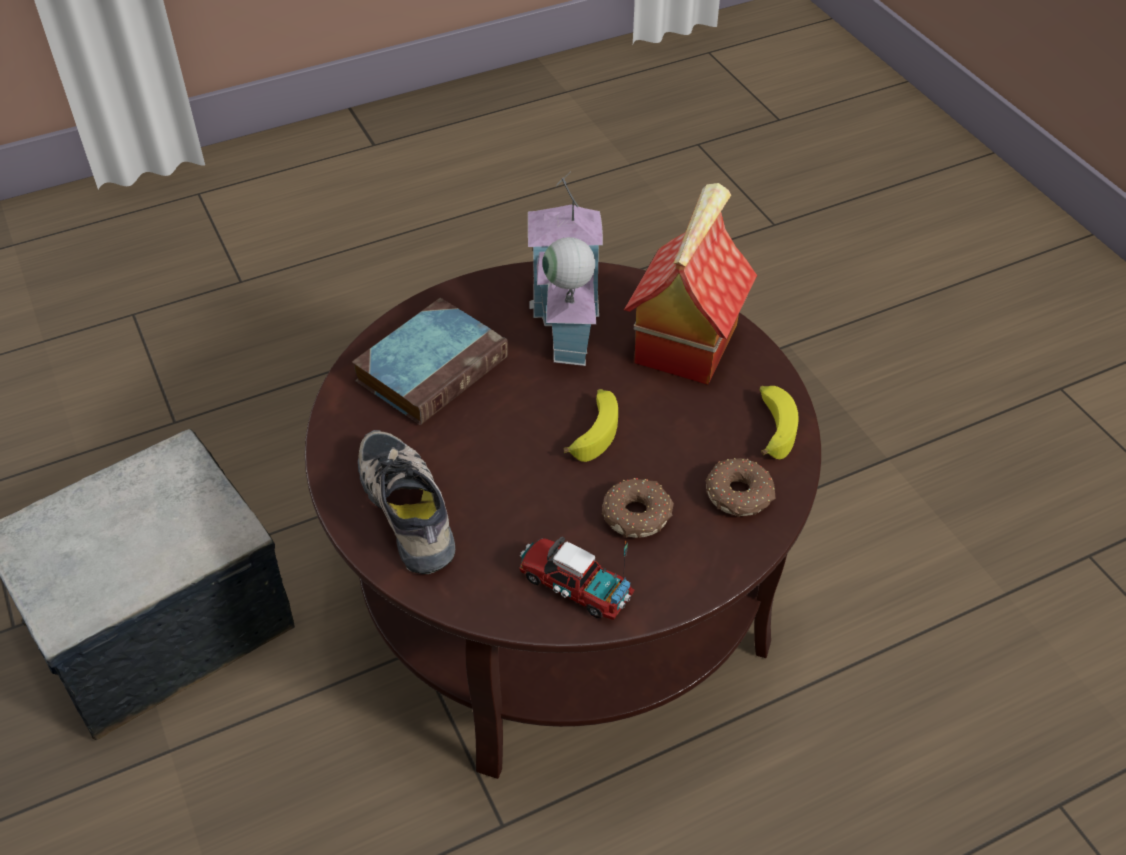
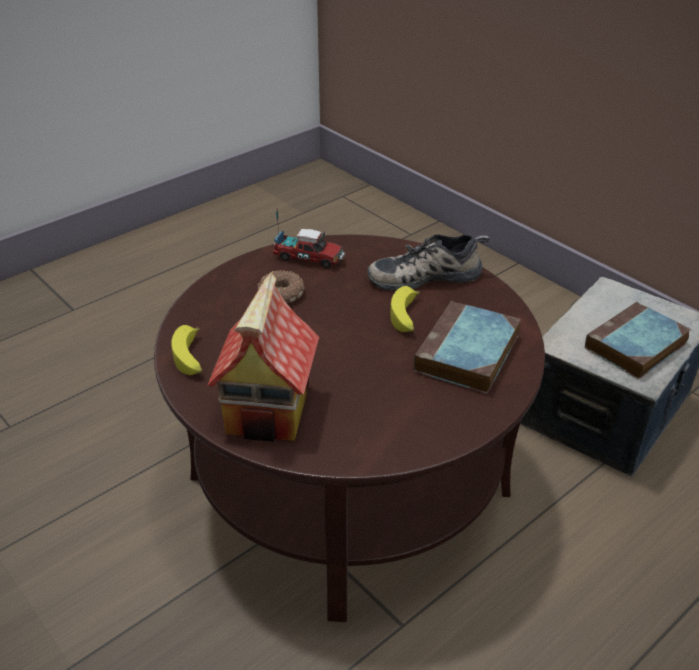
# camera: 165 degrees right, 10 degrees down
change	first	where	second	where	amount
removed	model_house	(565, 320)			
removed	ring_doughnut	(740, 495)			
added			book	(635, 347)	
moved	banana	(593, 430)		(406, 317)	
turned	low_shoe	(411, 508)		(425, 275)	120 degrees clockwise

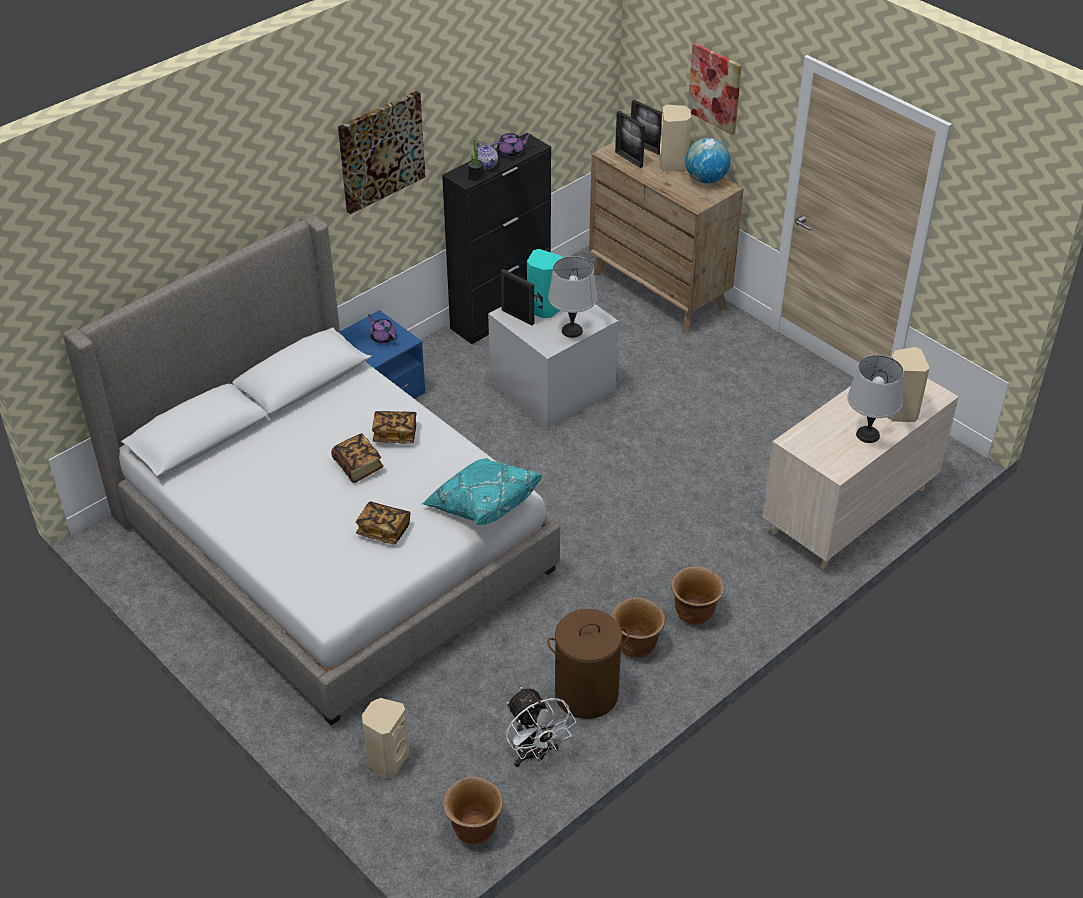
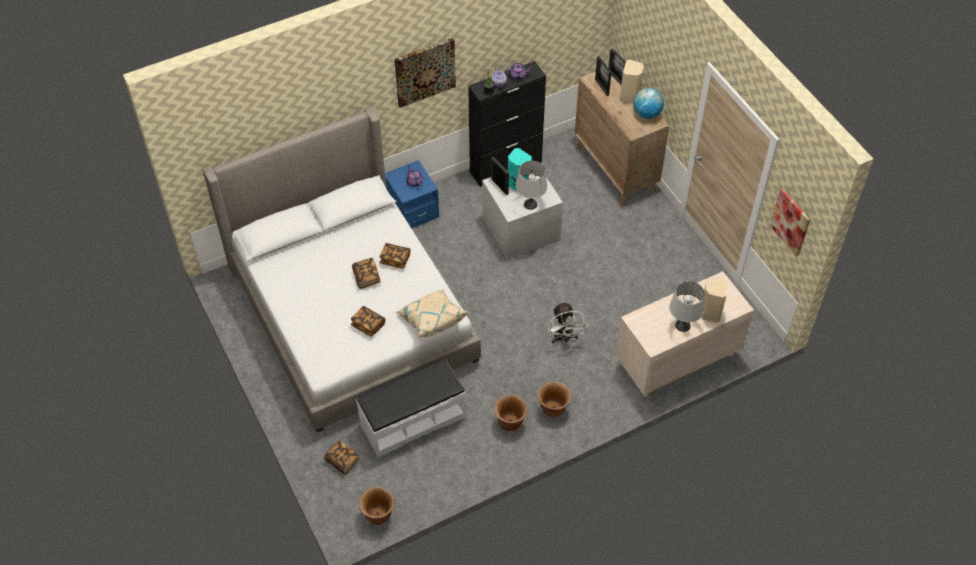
# camera: 15 degrees right, 10 degrees up
change	first	where	second	where	amount
removed	brown_washing_basket	(586, 694)			
added			whitish_indoor_bench	(412, 420)	
moved	whitish_cooling_fan	(535, 754)		(564, 338)	
moved	picture	(715, 88)		(790, 222)	
replaced	sand-coloured_speaker	(387, 760)	book	(342, 461)	
recoloured	blue-green_pillow	(482, 504)	sand-coloured_pillow	(431, 320)	

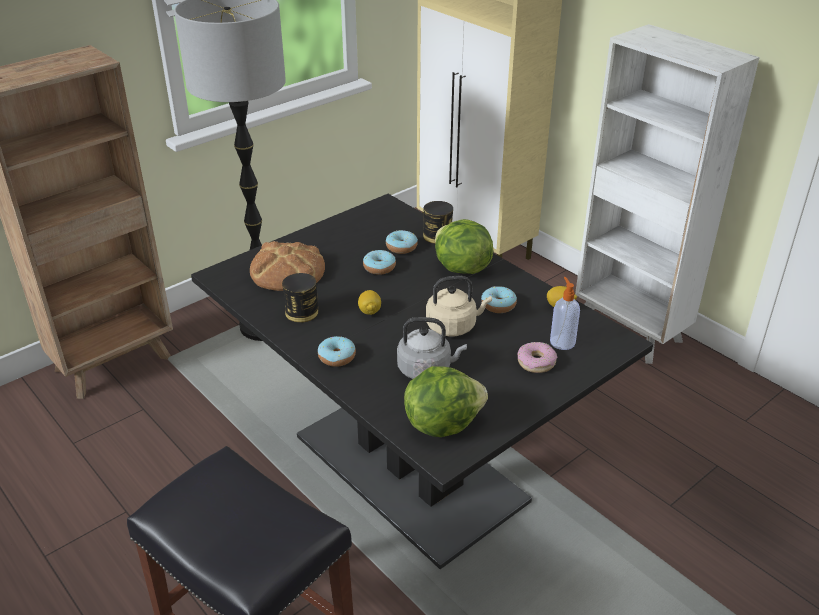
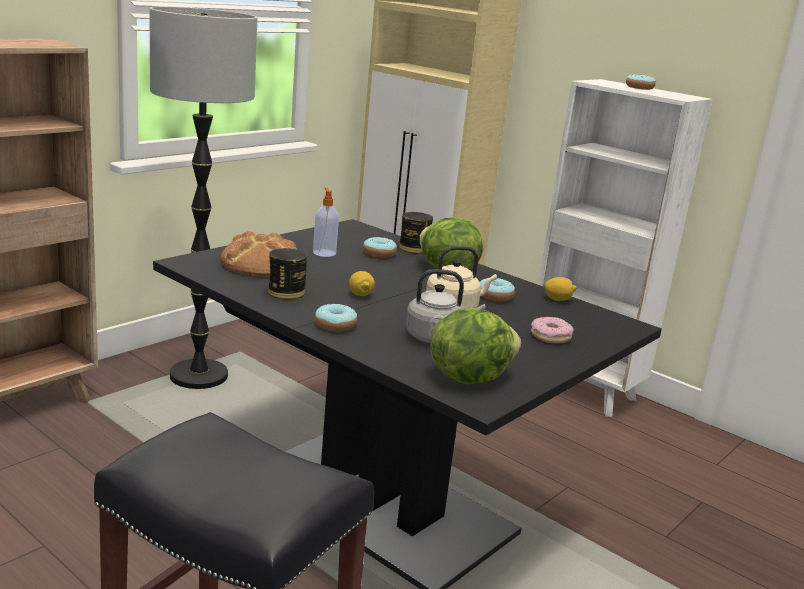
# camera: 10 degrees left, 15 degrees down
change	first	where	second	where	amount
moved	ring_doughnut	(379, 267)		(639, 88)	
moved	soap_dispenser	(562, 342)		(324, 253)	

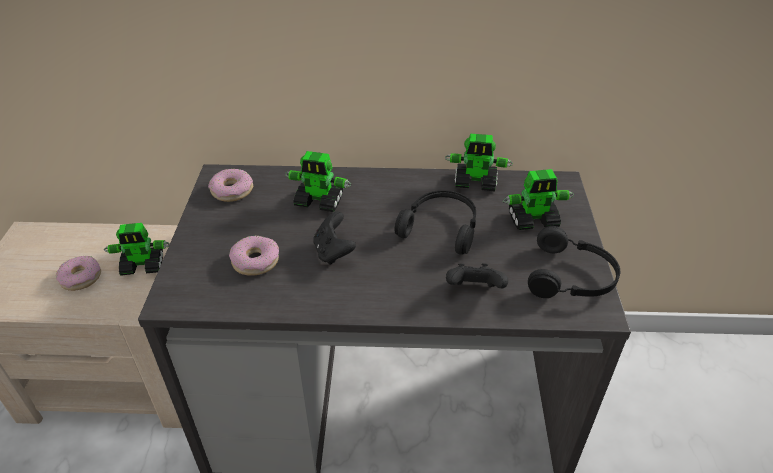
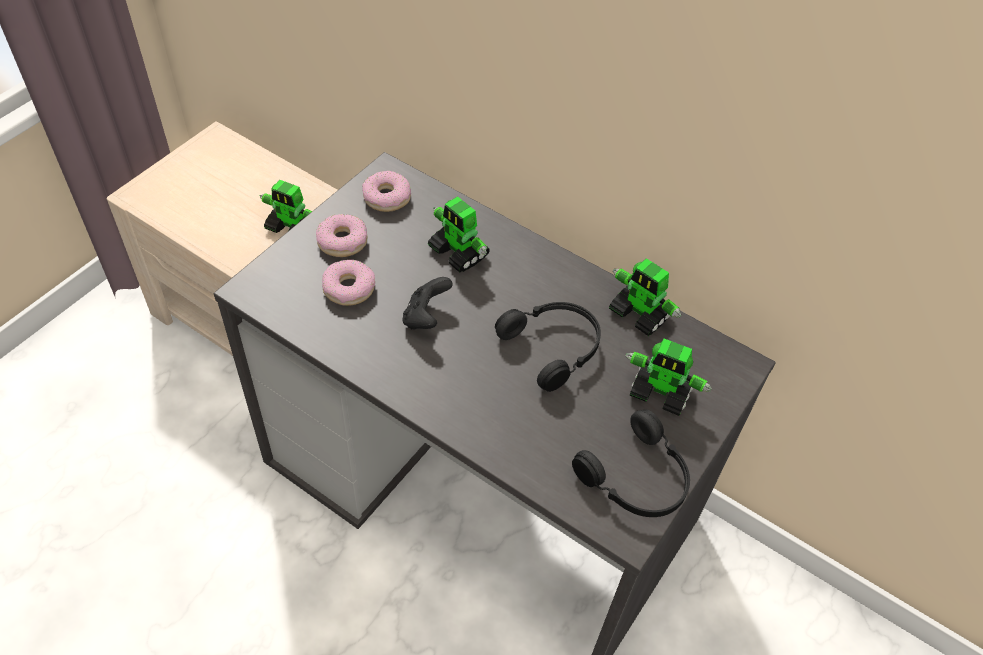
# camera: 30 degrees right, 10 degrees up
change	first	where	second	where	amount
removed	black_gamepad	(474, 290)			
moved	ring_doughnut	(81, 278)		(342, 241)	

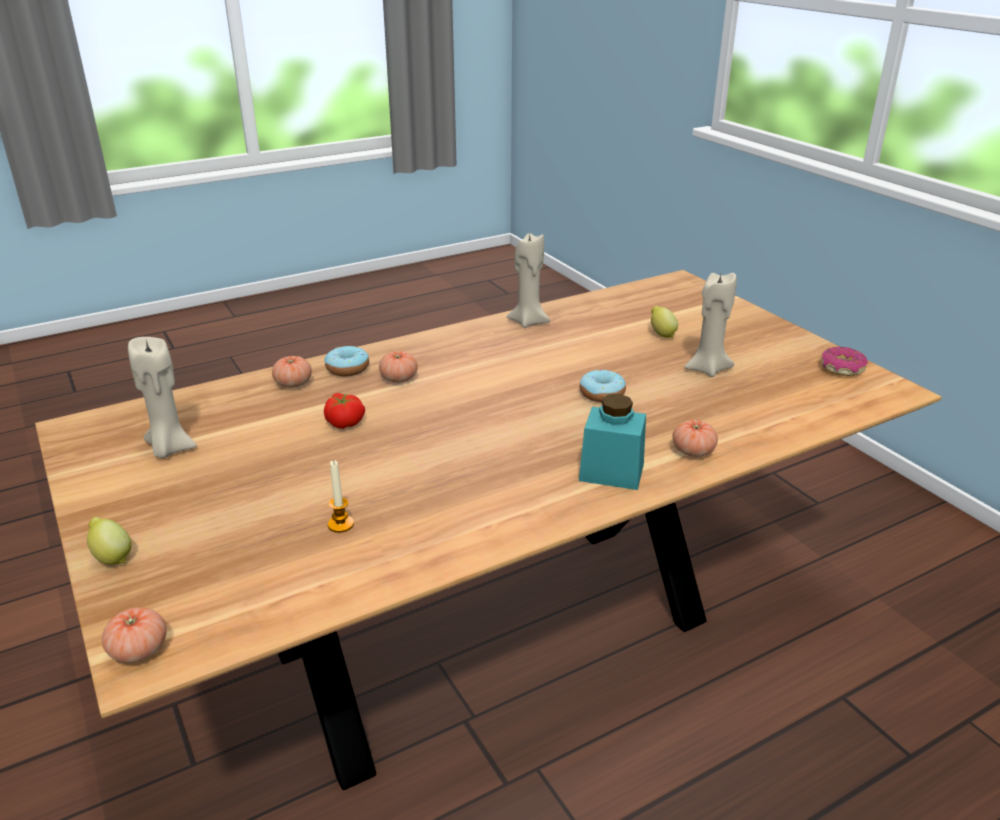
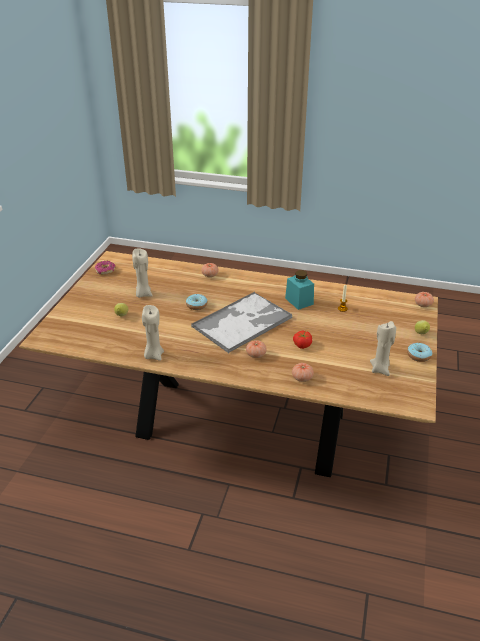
# camera: 135 degrees left, 5 degrees up
change	first	where	second	where	amount
added			tray	(243, 322)	
moved	ring_doughnut	(347, 369)		(418, 356)	
moved	blue-green_jar	(611, 472)		(299, 301)	

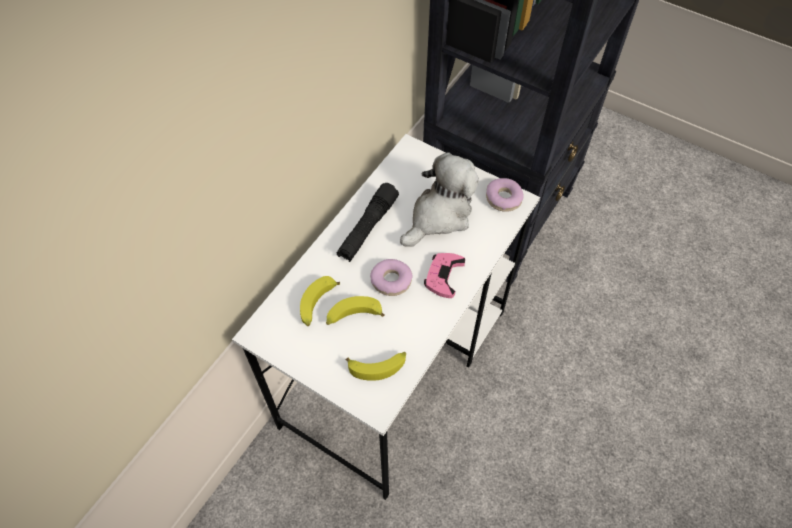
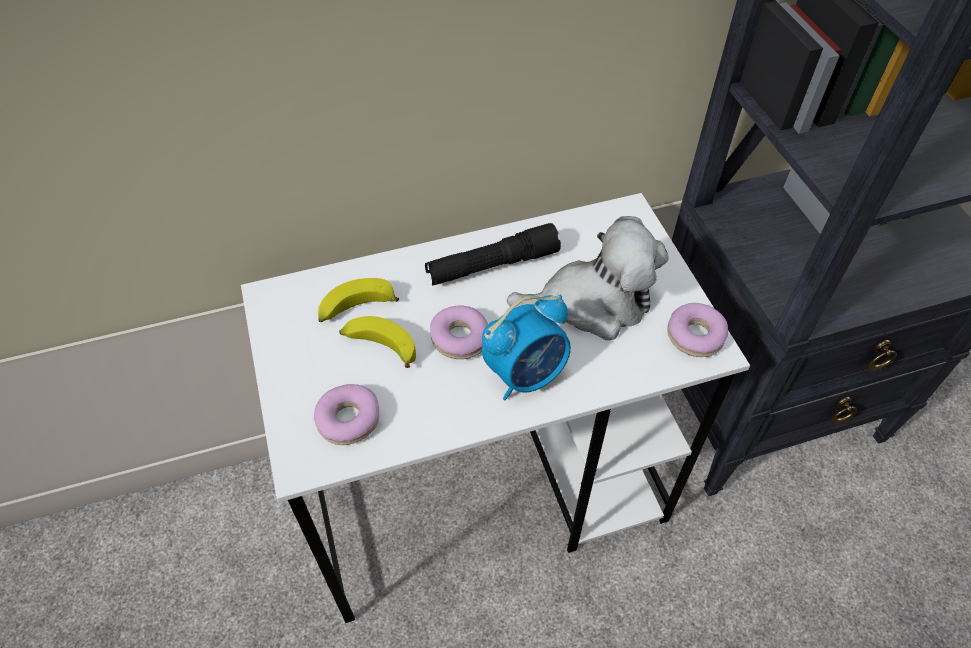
# camera: 40 degrees right, 5 degrees down
change	first	where	second	where	amount
replaced	banana	(378, 366)	ring_doughnut	(349, 420)	
replaced	pinkish_gamepad	(443, 276)	table_clock	(526, 375)	

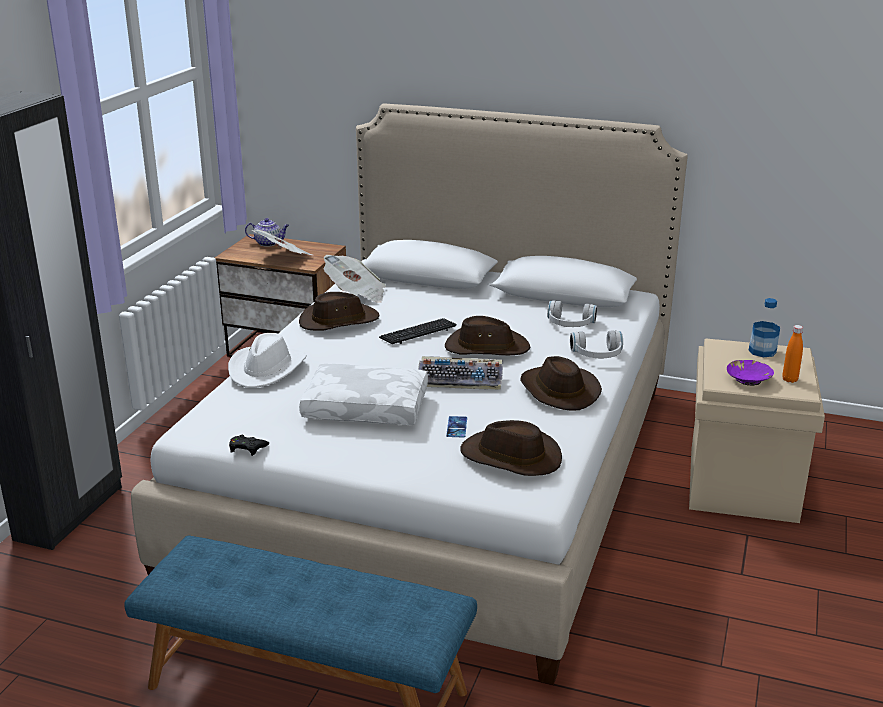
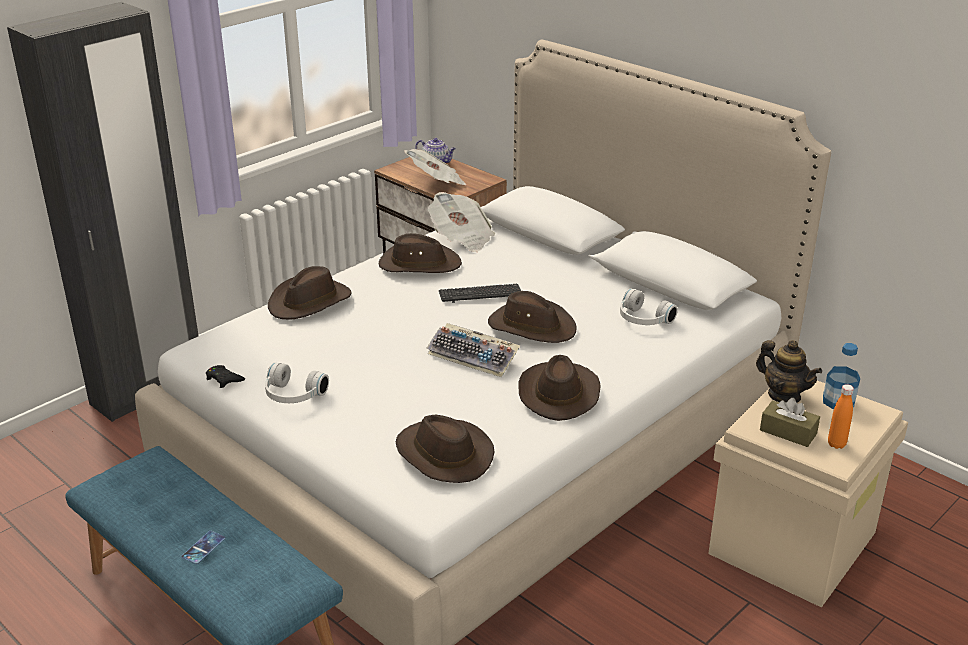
# camera: 25 degrees right, 5 degrees up
change	first	where	second	where	amount
removed	whitish_pillow	(367, 407)			
added			teapot	(784, 395)	
moved	handset	(456, 427)		(203, 547)	
moved	whitish_headset	(597, 355)		(292, 395)	
replaced	purplish_deep_dish	(749, 379)	brown_box_of_tissues	(788, 432)	
recoloured	whitish_clothing_hat	(267, 369)	brown_clothing_hat	(310, 302)	

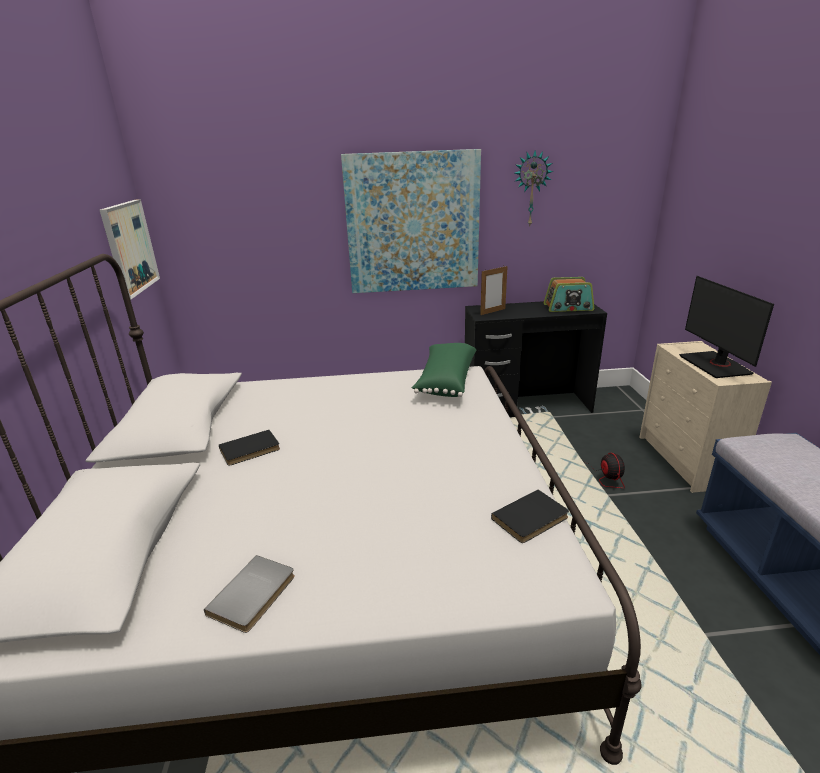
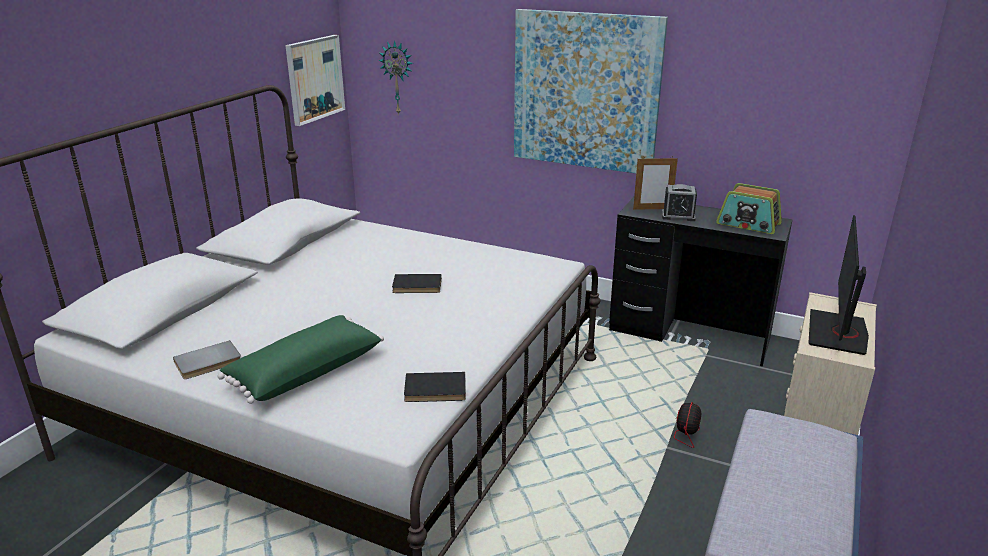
# camera: 30 degrees right, 0 degrees up
change	first	where	second	where	amount
added			table_clock	(678, 216)	
moved	black_book	(250, 450)		(417, 286)	
moved	green_pillow	(445, 381)		(305, 372)	
moved	clock_on_the_wall	(531, 189)		(398, 78)	

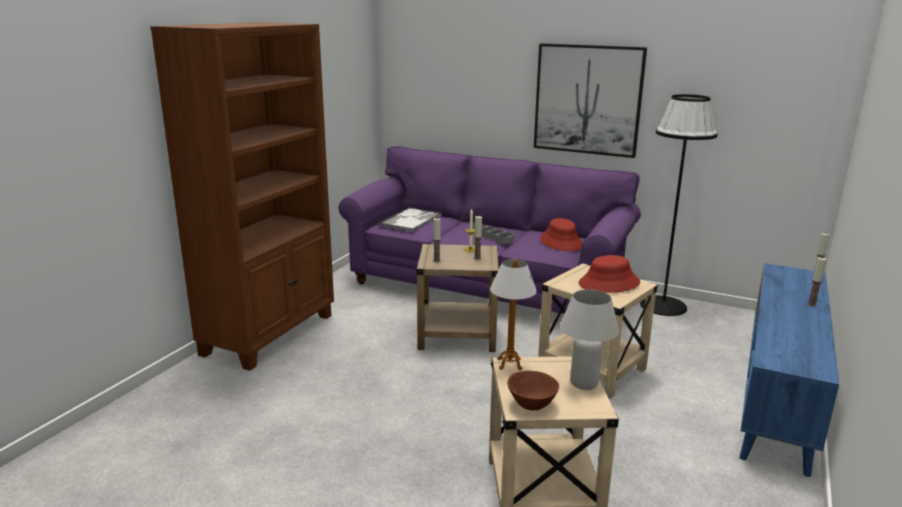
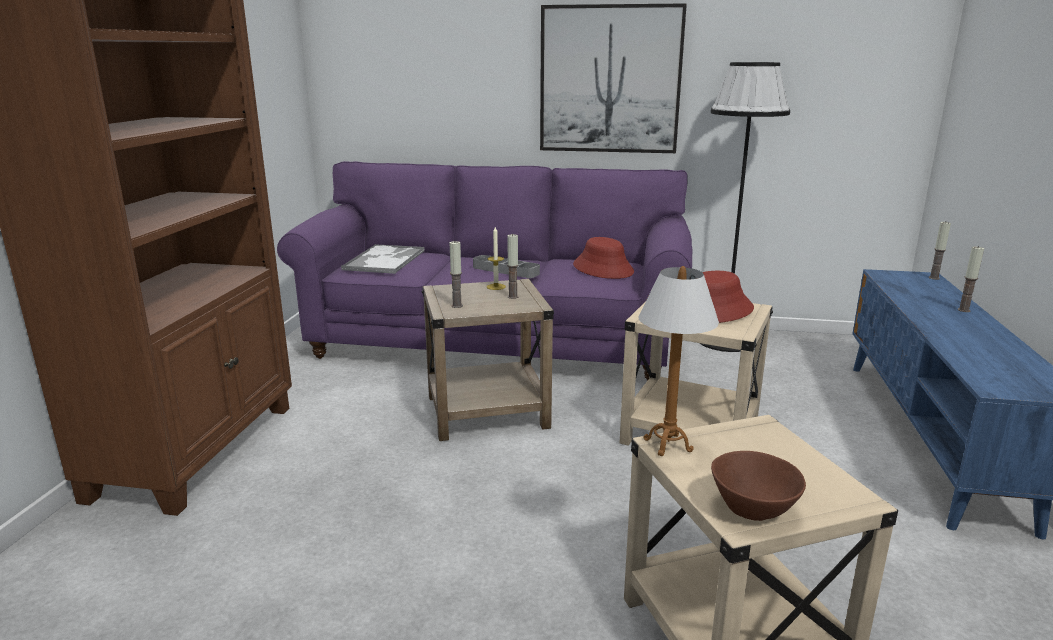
# camera: 15 degrees left, 0 degrees up
change	first	where	second	where	amount
removed	whitish_table_lamp	(584, 383)			

